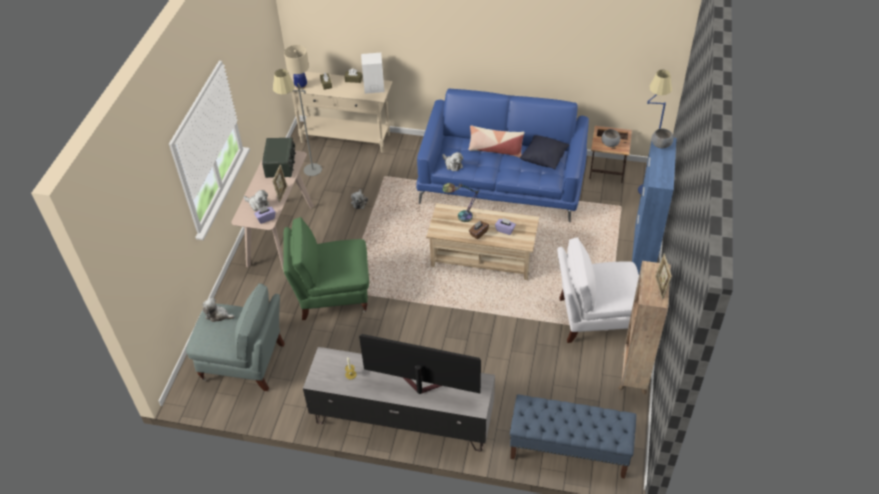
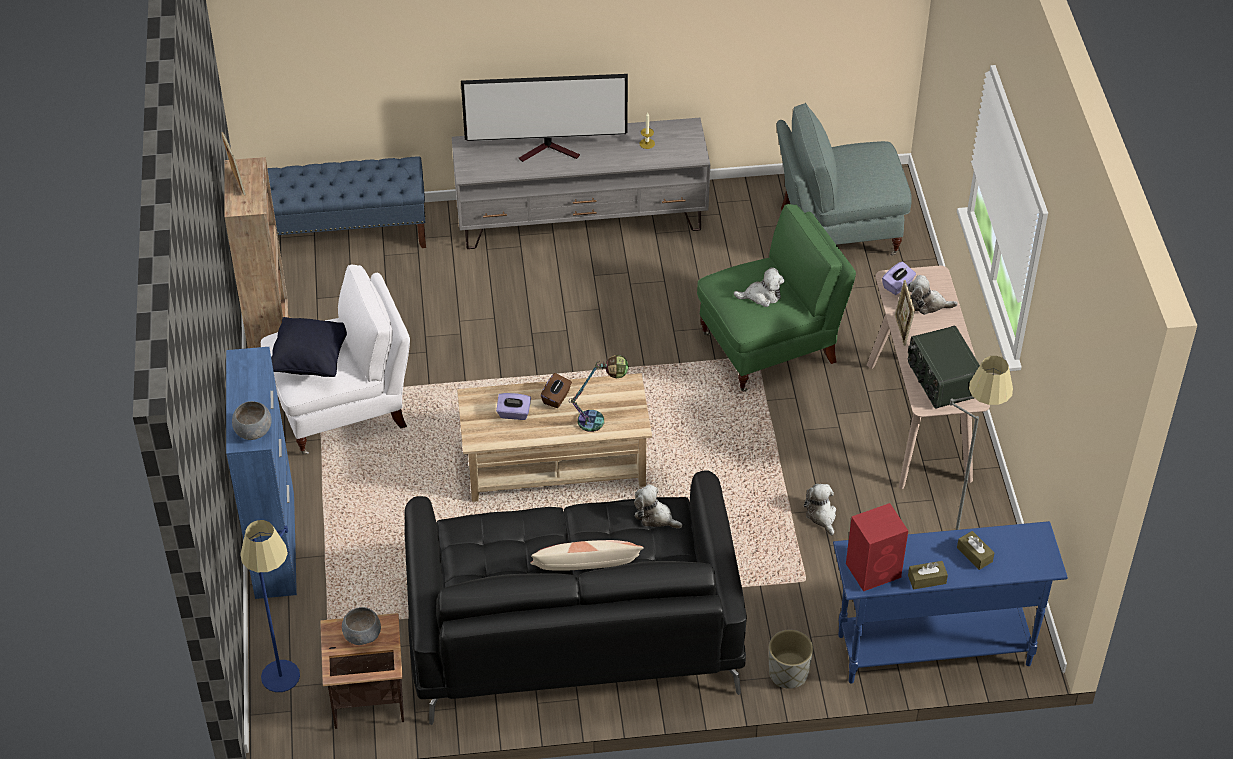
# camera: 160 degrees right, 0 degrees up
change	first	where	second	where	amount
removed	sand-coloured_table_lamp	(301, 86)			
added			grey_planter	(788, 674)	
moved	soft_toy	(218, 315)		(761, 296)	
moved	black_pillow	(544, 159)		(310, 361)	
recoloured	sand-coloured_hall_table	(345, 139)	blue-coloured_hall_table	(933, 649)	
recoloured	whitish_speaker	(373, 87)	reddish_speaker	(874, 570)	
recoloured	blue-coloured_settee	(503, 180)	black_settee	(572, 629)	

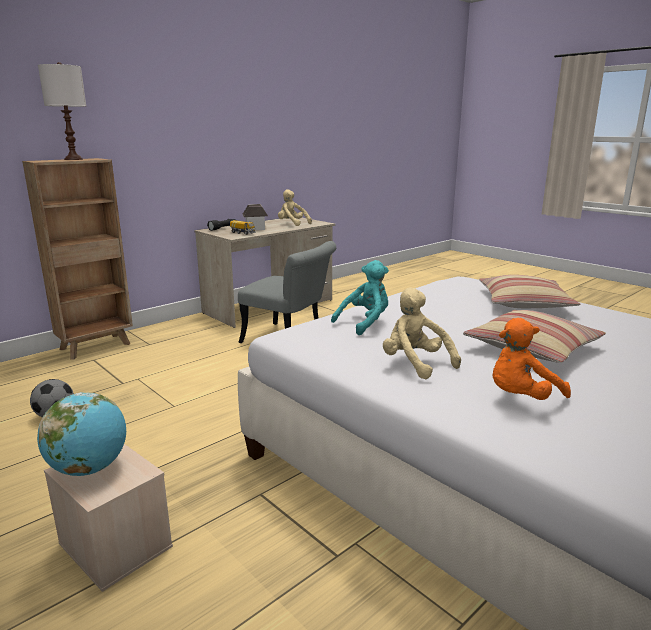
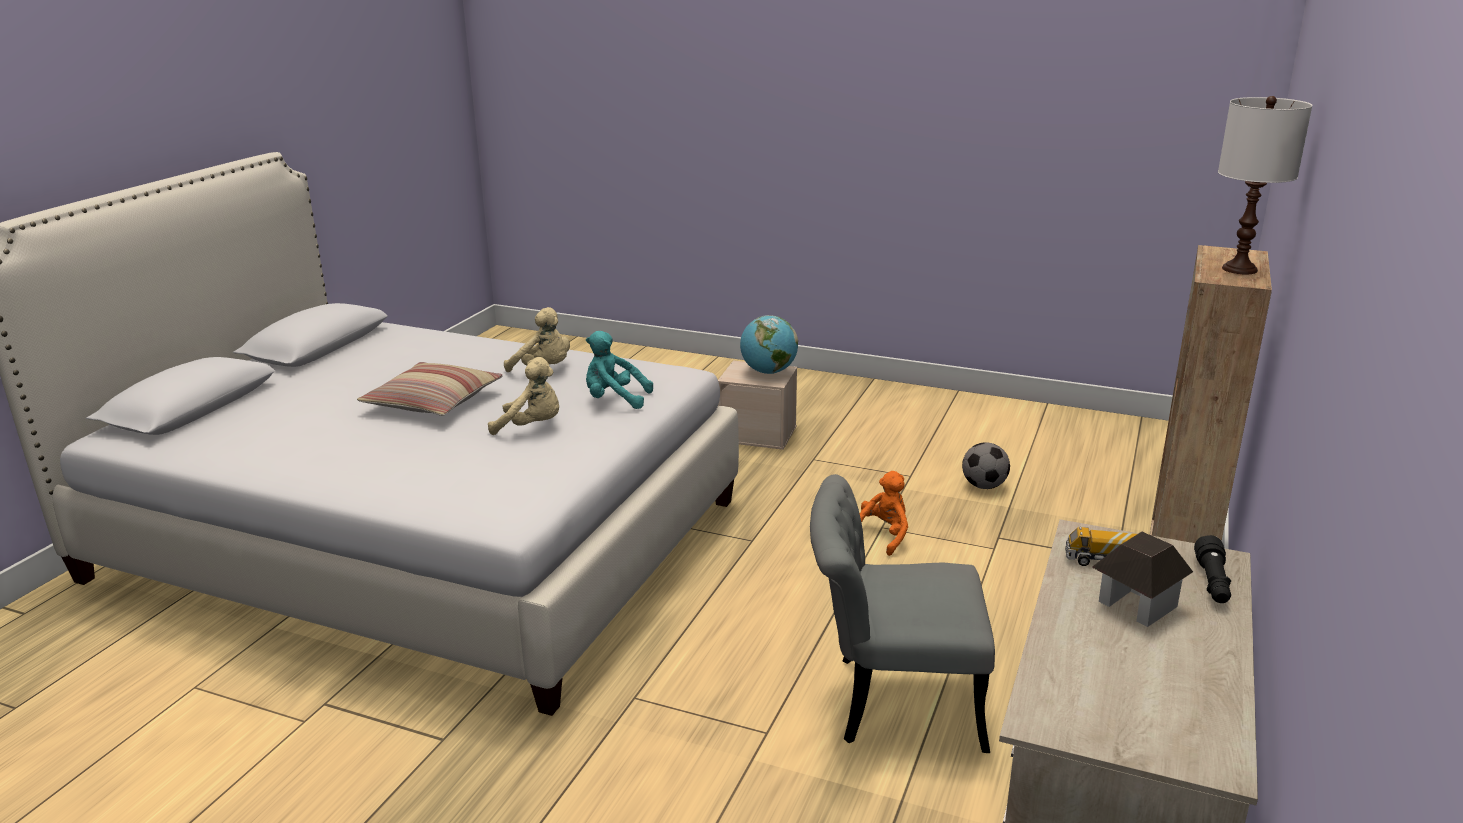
# camera: 155 degrees right, 5 degrees up
change	first	where	second	where	amount
removed	pillow	(524, 303)			
moved	sand-coloured_soft_toy	(292, 224)		(532, 427)	
moved	orange_soft_toy	(521, 398)		(883, 536)	
turned	blue-green_soft_toy	(365, 323)		(614, 400)	75 degrees clockwise

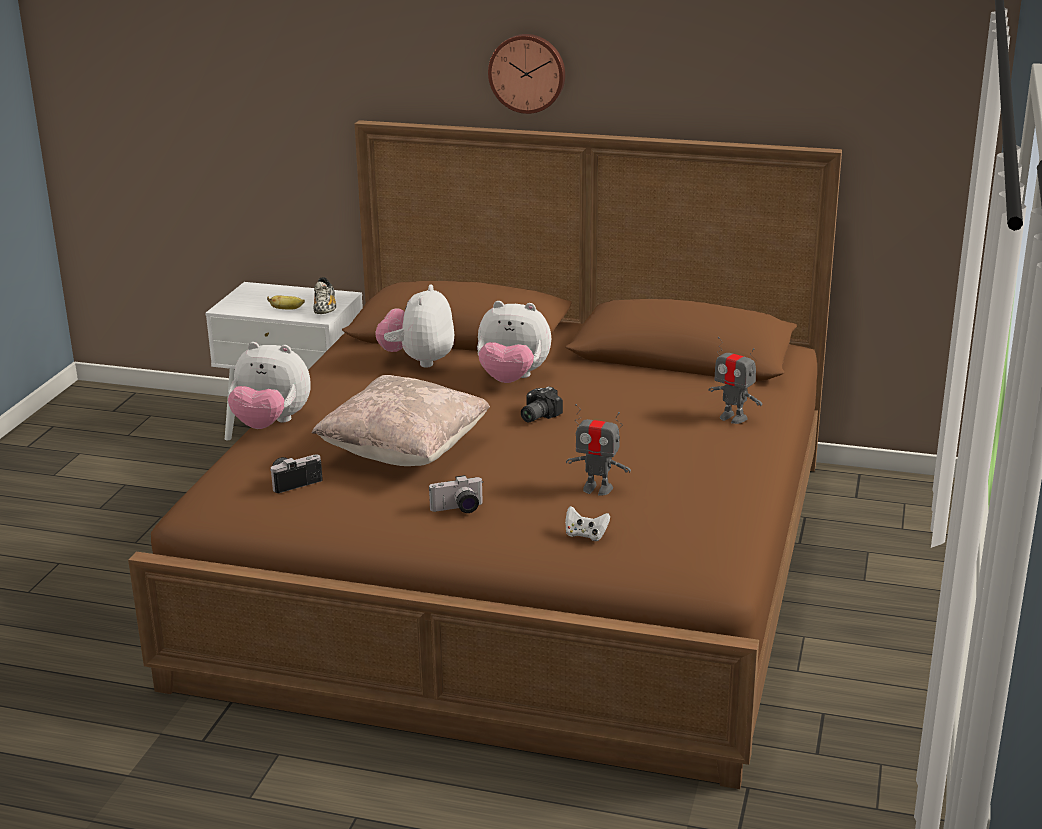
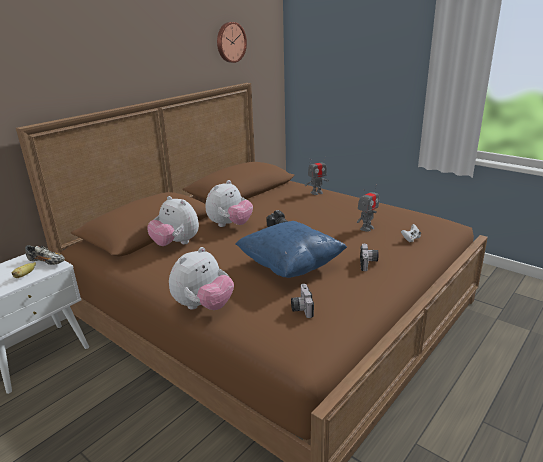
# camera: 65 degrees left, 0 degrees up
change	first	where	second	where	amount
moved	clock_on_the_wall	(527, 73)		(230, 42)	
recoloured	sand-coloured_pillow	(404, 452)	blue-coloured_pillow	(290, 266)	

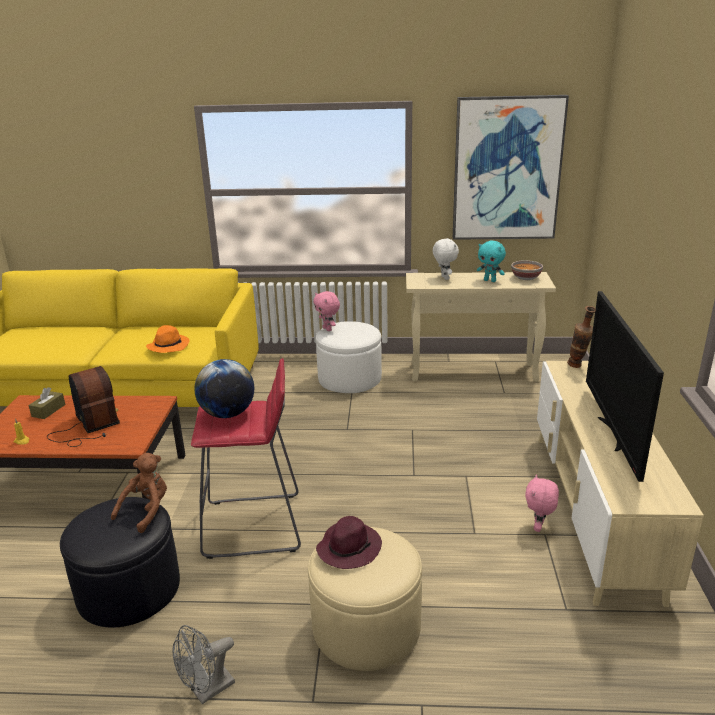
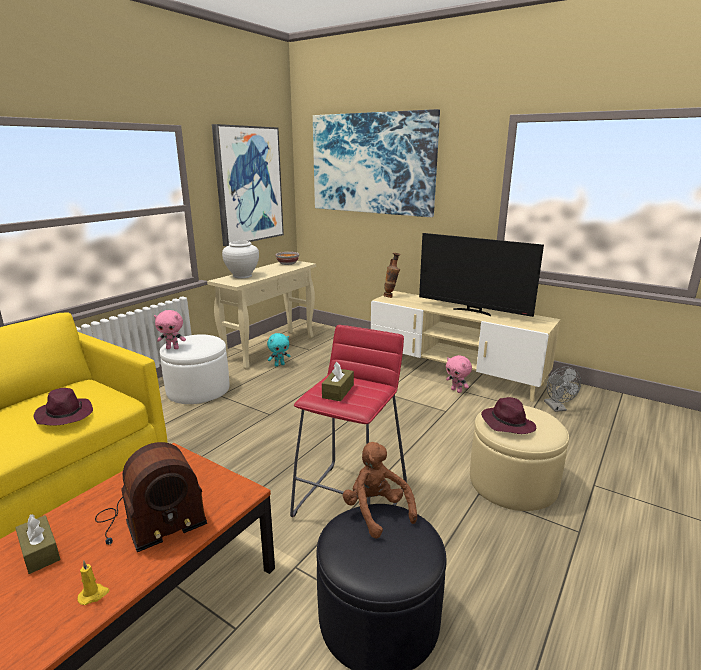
# camera: 60 degrees left, 5 degrees down
change	first	where	second	where	amount
added			picture	(372, 164)	
moved	grey_cooling_fan	(207, 691)		(557, 408)	
moved	blue-green_soft_toy	(490, 280)		(279, 365)	
replaced	desk_globe	(227, 414)	brown_box_of_tissues	(338, 391)	
replaced	whitish_soft_toy	(444, 278)	whitish_decorative_vase	(242, 276)	
recoloured	orange_clothing_hat	(168, 346)	purplish_clothing_hat	(64, 415)	
turned	radio_set	(88, 427)		(150, 519)	150 degrees clockwise

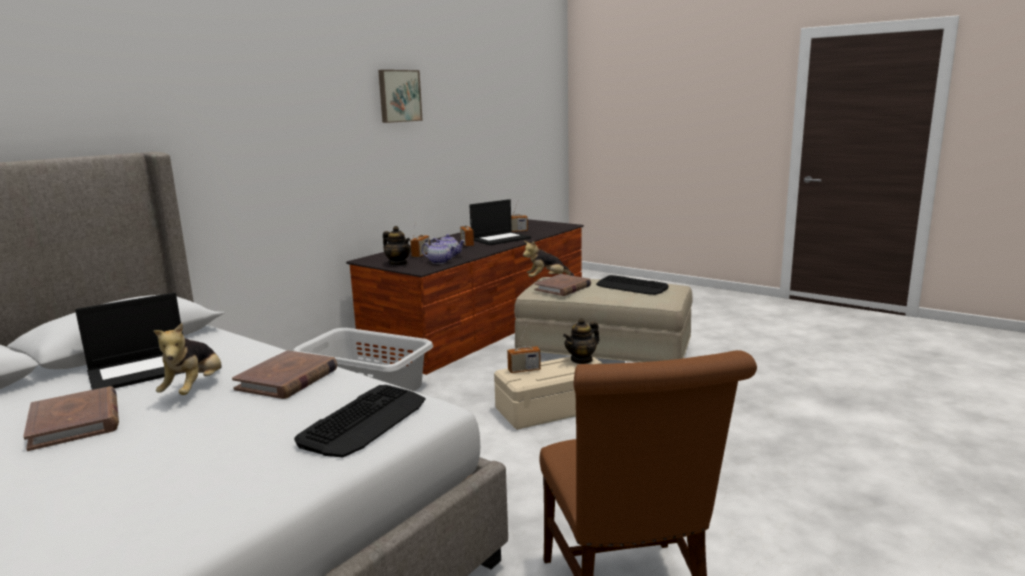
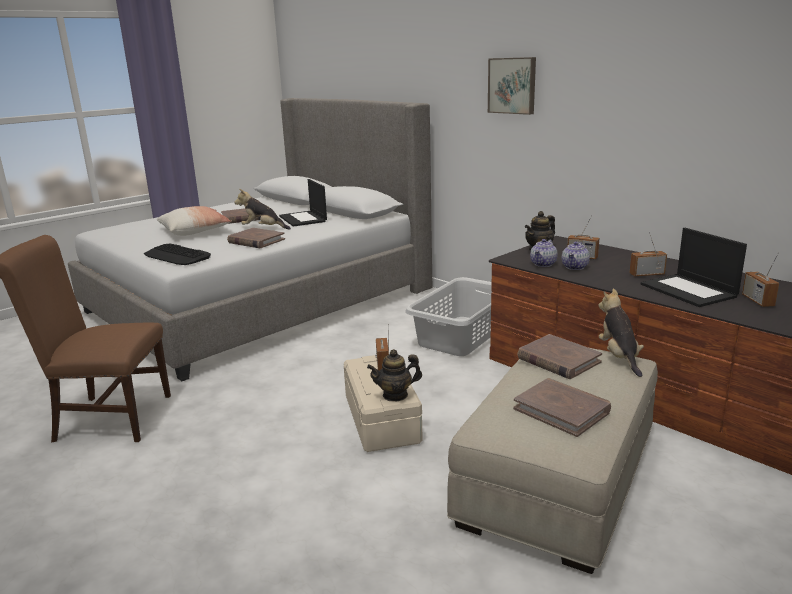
# camera: 100 degrees right, 5 degrees up
change	first	where	second	where	amount
added			pillow	(195, 231)	
moved	picture	(399, 96)		(512, 85)	
replaced	keyboard	(632, 286)	brown_book	(562, 410)	
turned	teapot	(581, 360)		(395, 395)	75 degrees counterclockwise

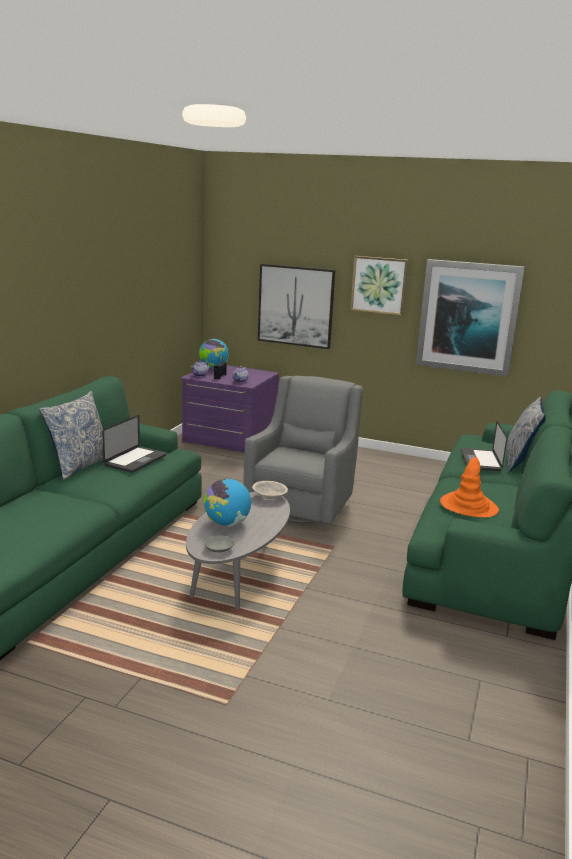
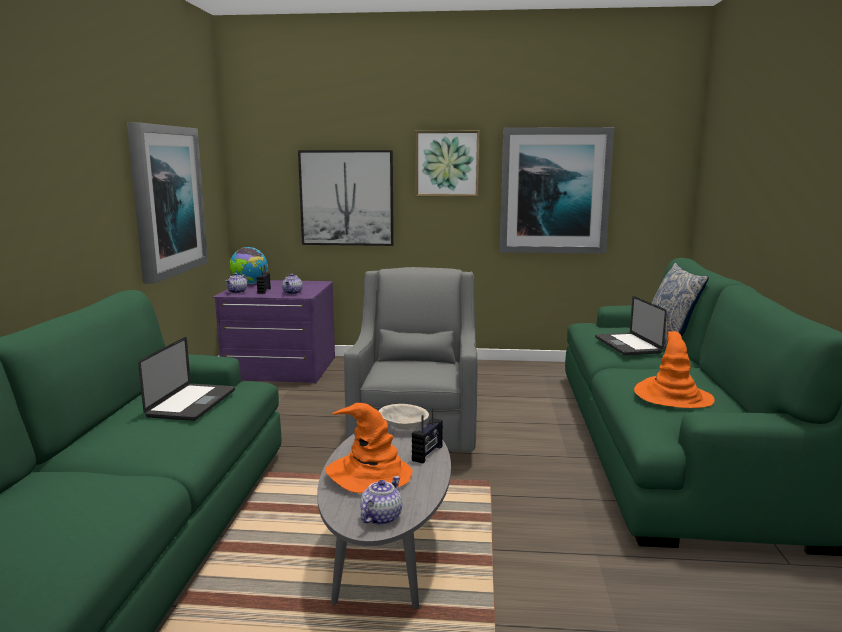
# camera: 15 degrees left, 5 degrees down
change	first	where	second	where	amount
removed	pillow	(79, 466)			
added			picture	(167, 200)	
added			radio_set	(428, 453)	
replaced	desk_globe	(227, 524)	orange_clothing_hat	(368, 474)	
replaced	grey_deep_dish	(218, 549)	teapot	(381, 517)	

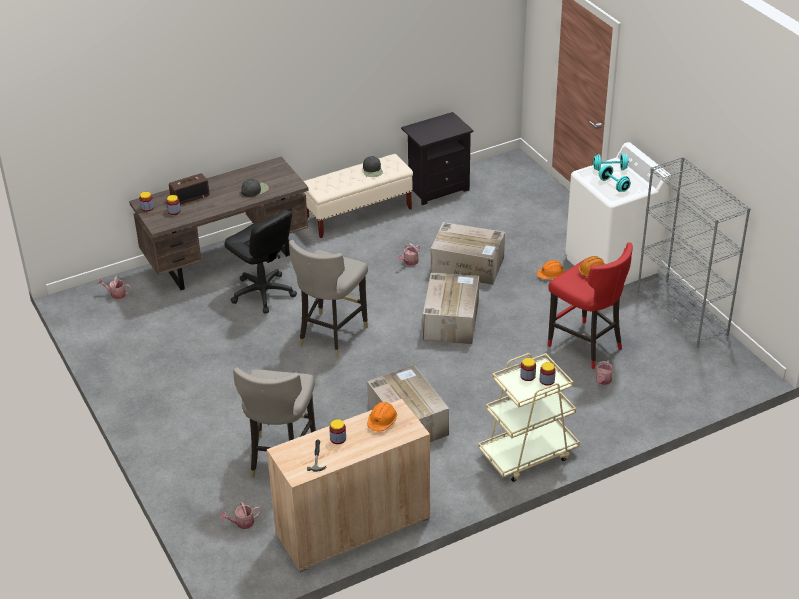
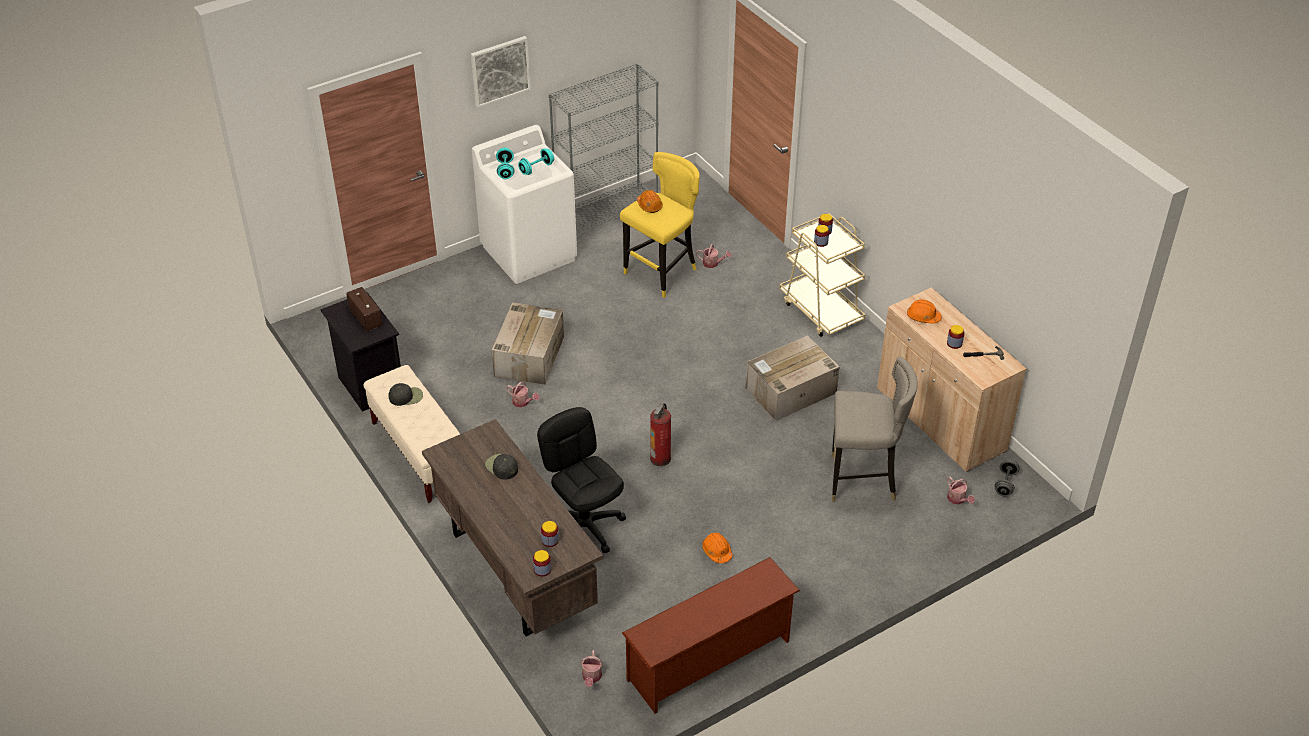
# camera: 95 degrees left, 5 degrees up
change	first	where	second	where	amount
removed	packing_box	(451, 320)			
added			picture	(500, 71)	
added			brown_shoe_rack	(710, 661)	
added			grey_hand_weight	(1005, 484)	
moved	radio_set	(190, 197)		(365, 317)	
moved	orange_work_helmet	(550, 274)		(717, 551)	
replaced	grey_stool	(331, 335)	extinguisher	(660, 459)	
recoloured	reddish_stool	(586, 346)	yellowish_stool	(662, 273)	
turned	black_computer_chair	(263, 293)		(585, 526)	75 degrees counterclockwise

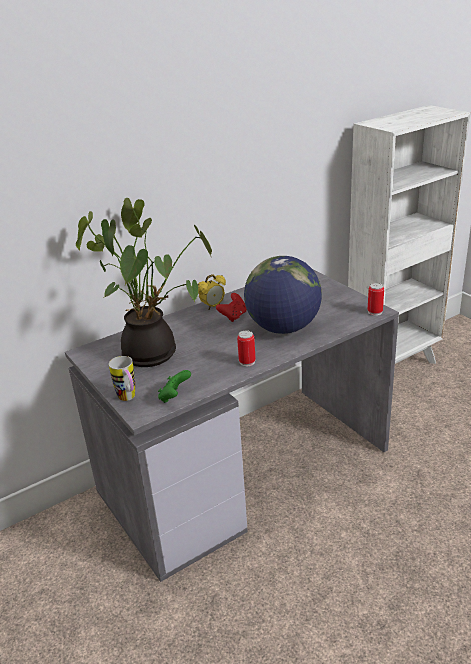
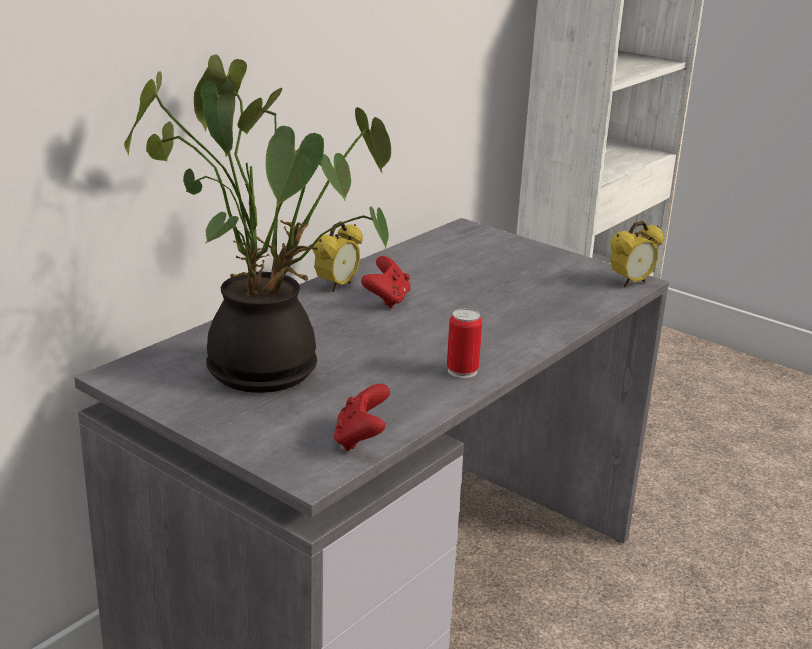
# camera: 20 degrees left, 5 degrees down
change	first	where	second	where	amount
removed	mug	(128, 399)			
removed	desk_globe	(283, 328)			
replaced	sealed_can	(375, 312)	table_clock	(630, 283)	
recoloured	green_gamepad	(174, 397)	reddish_gamepad	(360, 439)	

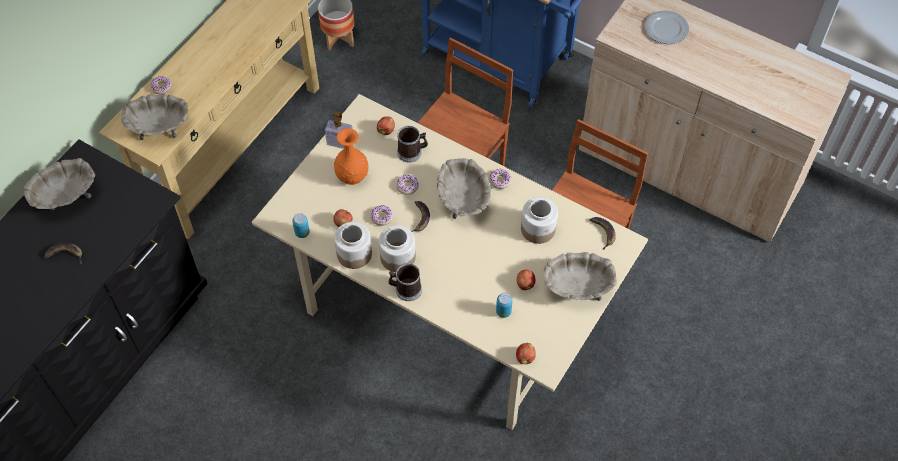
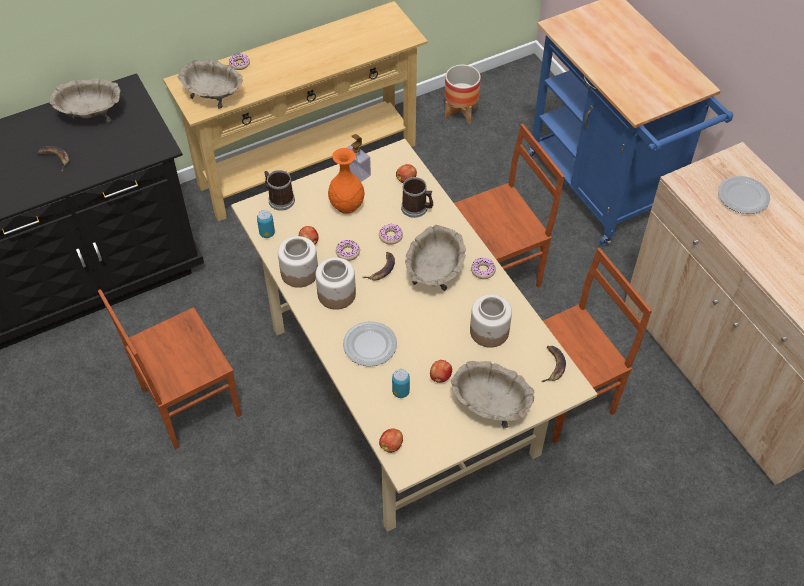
# camera: 30 degrees right, 5 degrees down
change	first	where	second	where	amount
added			brown_plain_chair	(188, 402)	
added			flat_dish	(369, 345)	
moved	mug	(405, 289)		(279, 199)	

